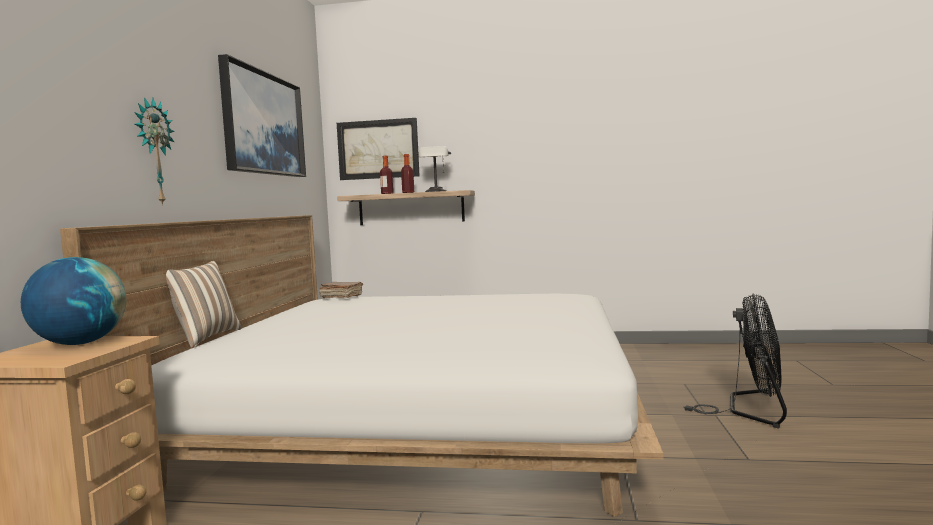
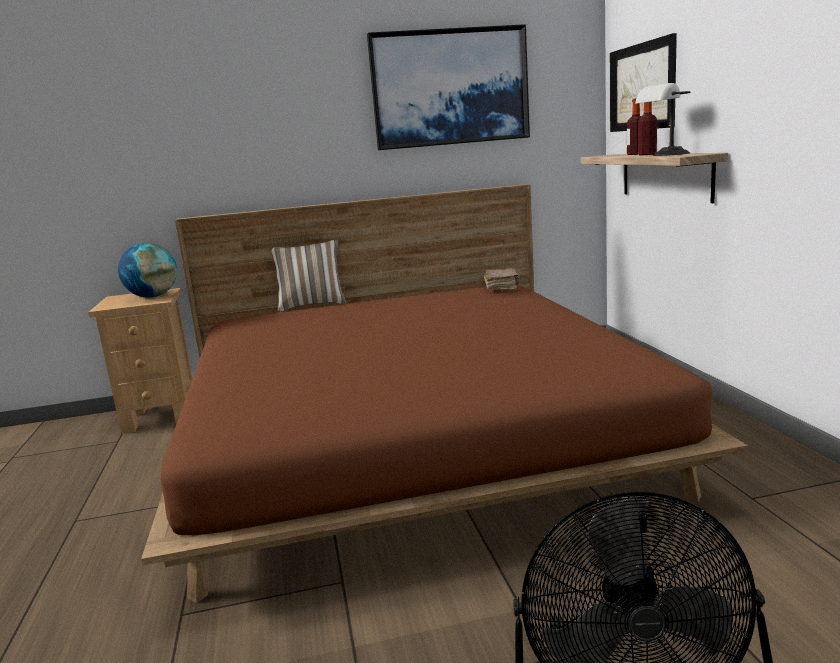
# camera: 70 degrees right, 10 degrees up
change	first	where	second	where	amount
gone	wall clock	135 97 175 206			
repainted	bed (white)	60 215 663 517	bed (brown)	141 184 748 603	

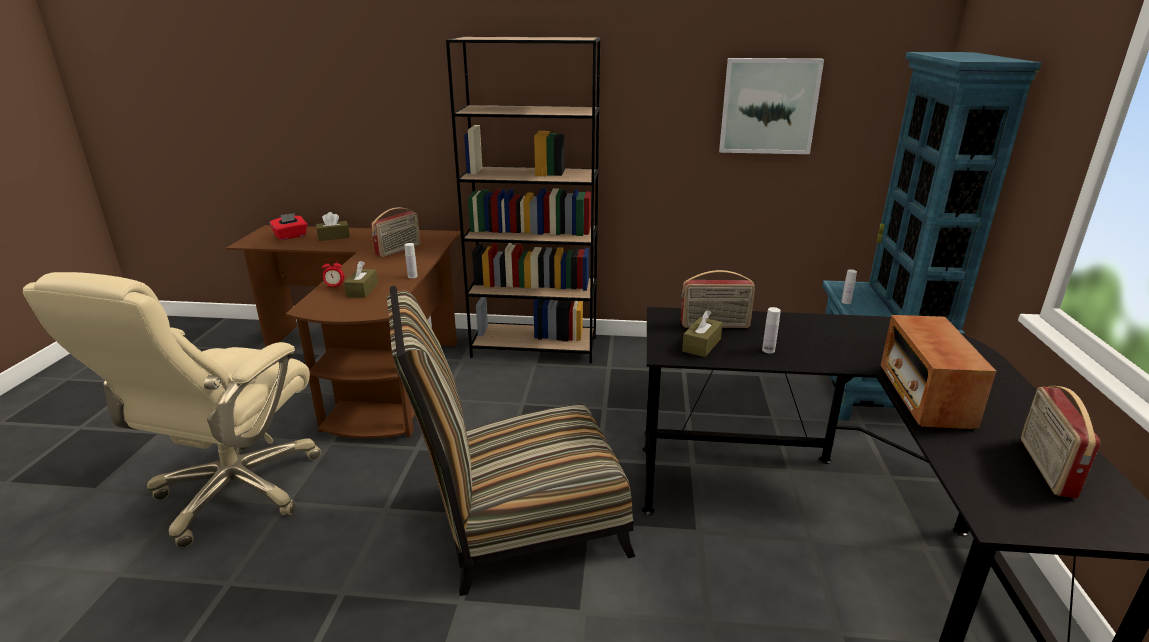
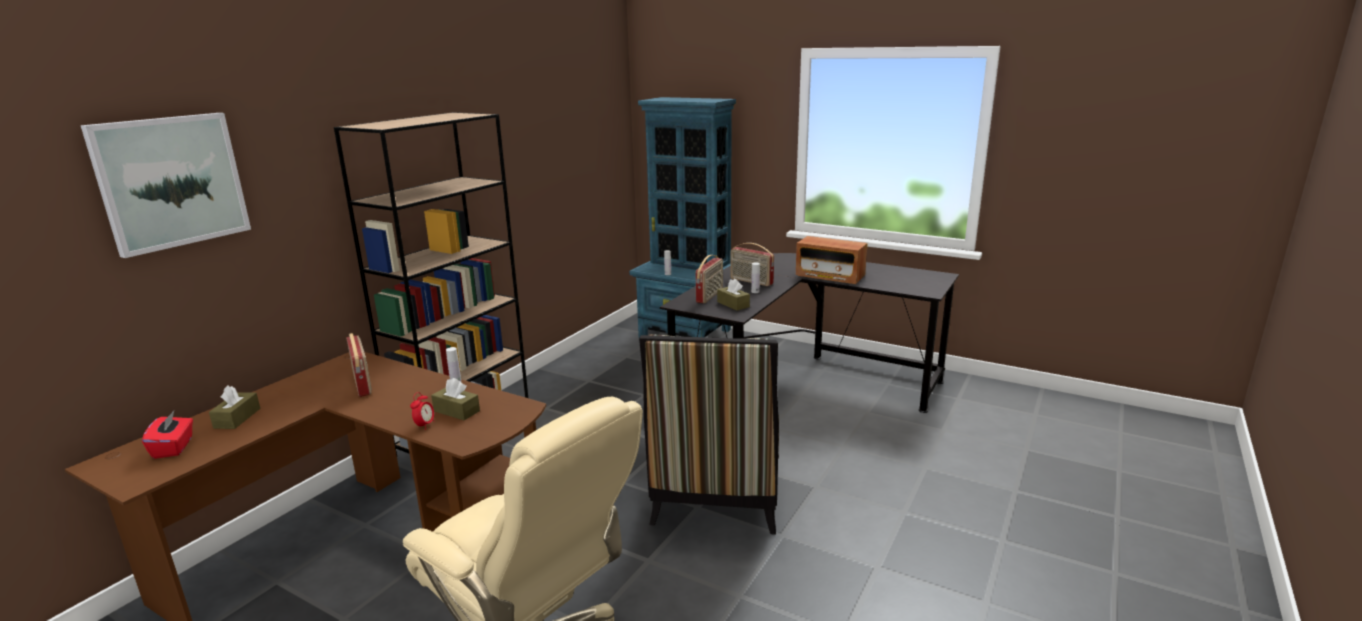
# camera: 65 degrees left, 5 degrees down
change	first	where	second	where	amount
shifted	picture	719 58 824 154		80 113 251 258	
shifted	radio	1021 386 1100 498		731 243 774 286	

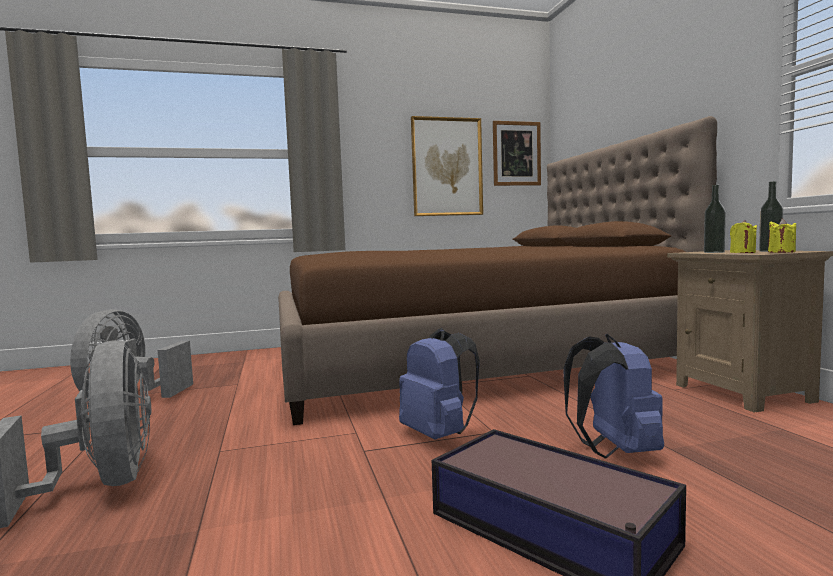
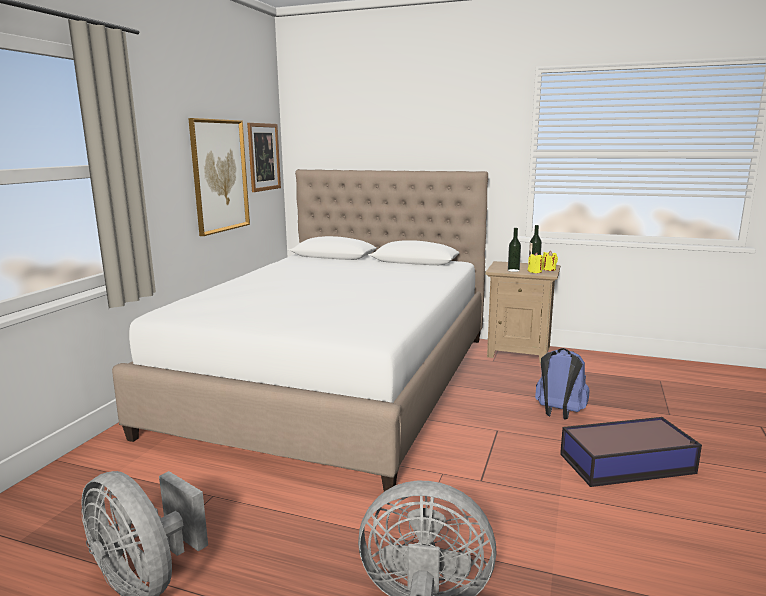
# camera: 55 degrees left, 10 degrees up
change	first	where	second	where	amount
gone	backpack (blue)	399 328 480 440			
repainted	bed (brown)	278 116 717 425	bed (white)	112 169 488 492	

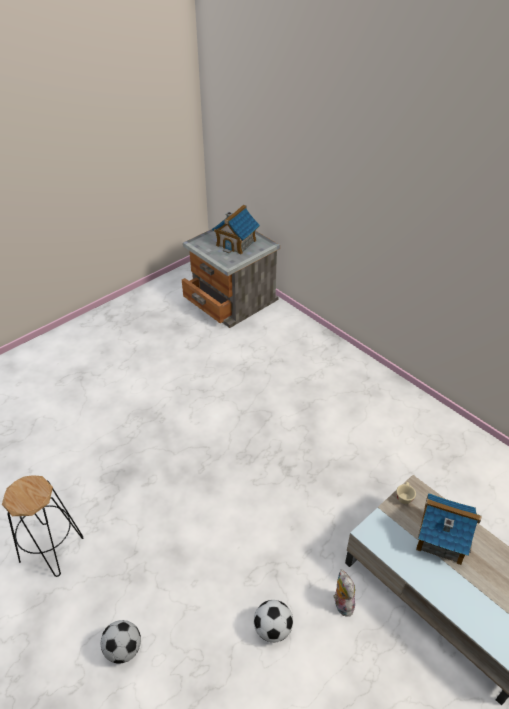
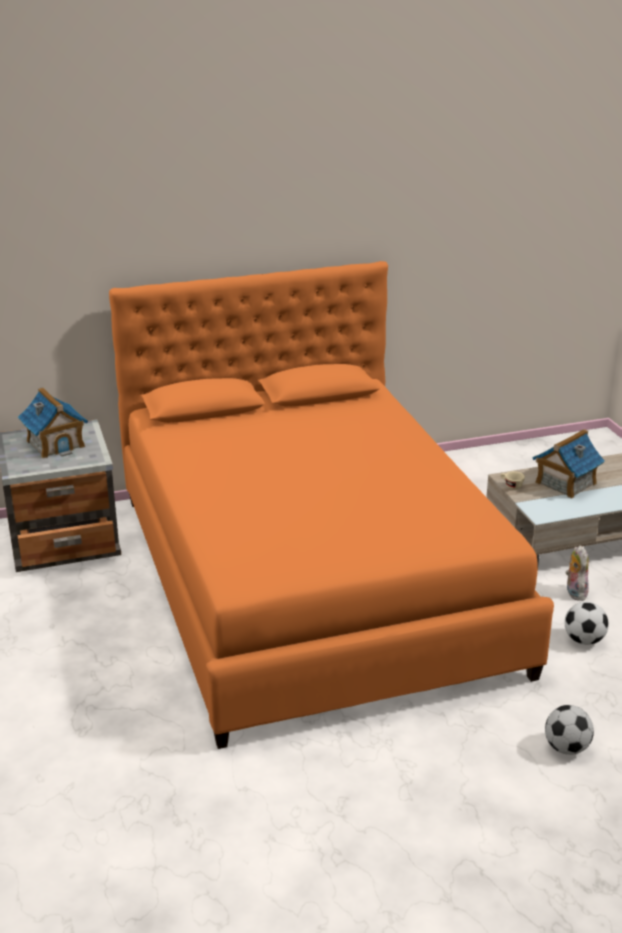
# camera: 65 degrees left, 15 degrees down
change	first	where	second	where	amount
gone	stool (black)	2 475 83 577			
new			bed (orange)	109 261 554 749	
rotated	plush toy	333 569 355 617		565 545 589 601	75 degrees clockwise

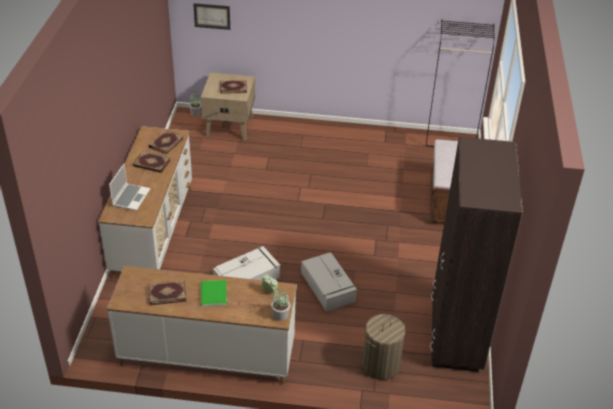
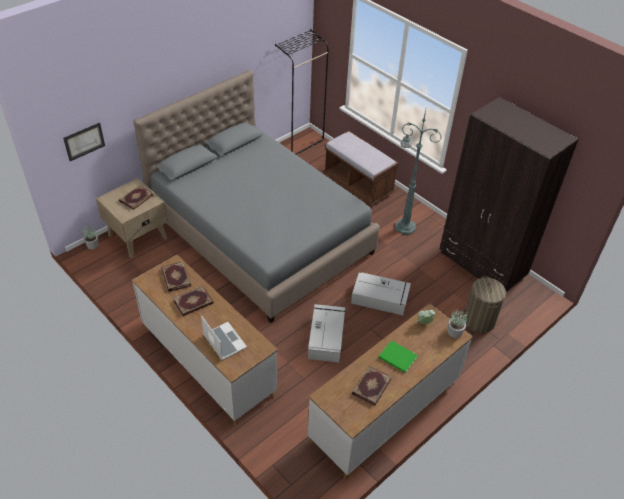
# camera: 50 degrees left, 5 degrees up
change	first	where	second	where	amount
new			bed (grey)	133 70 380 323	
new			floor lamp (green)	395 110 442 234	

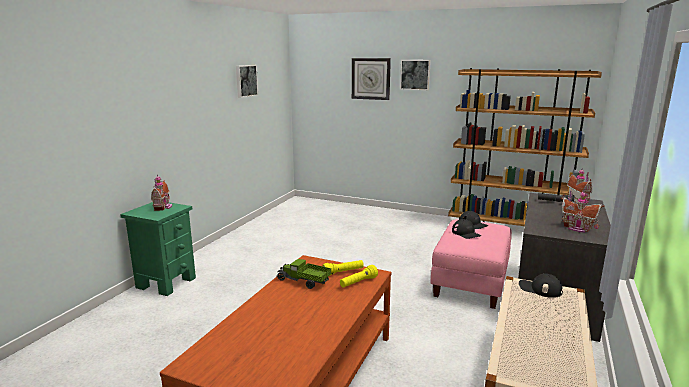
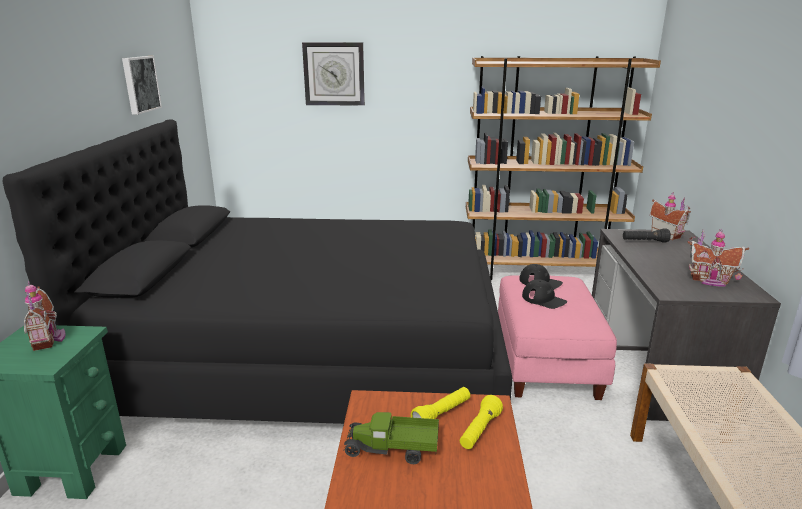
# camera: 20 degrees left, 5 degrees up
change	first	where	second	where	amount
gone	picture	400 60 431 90			
gone	cap (black)	519 273 563 298			
new			bed (black)	3 119 512 424	

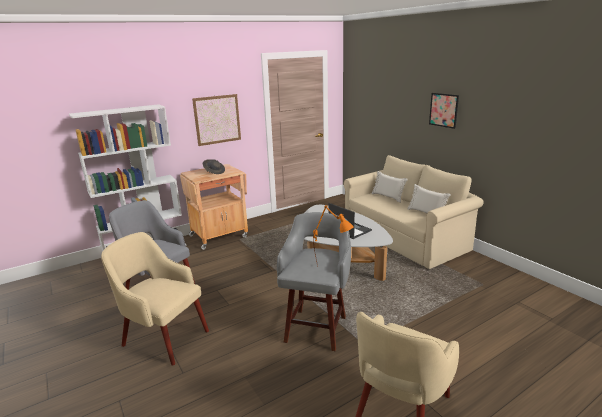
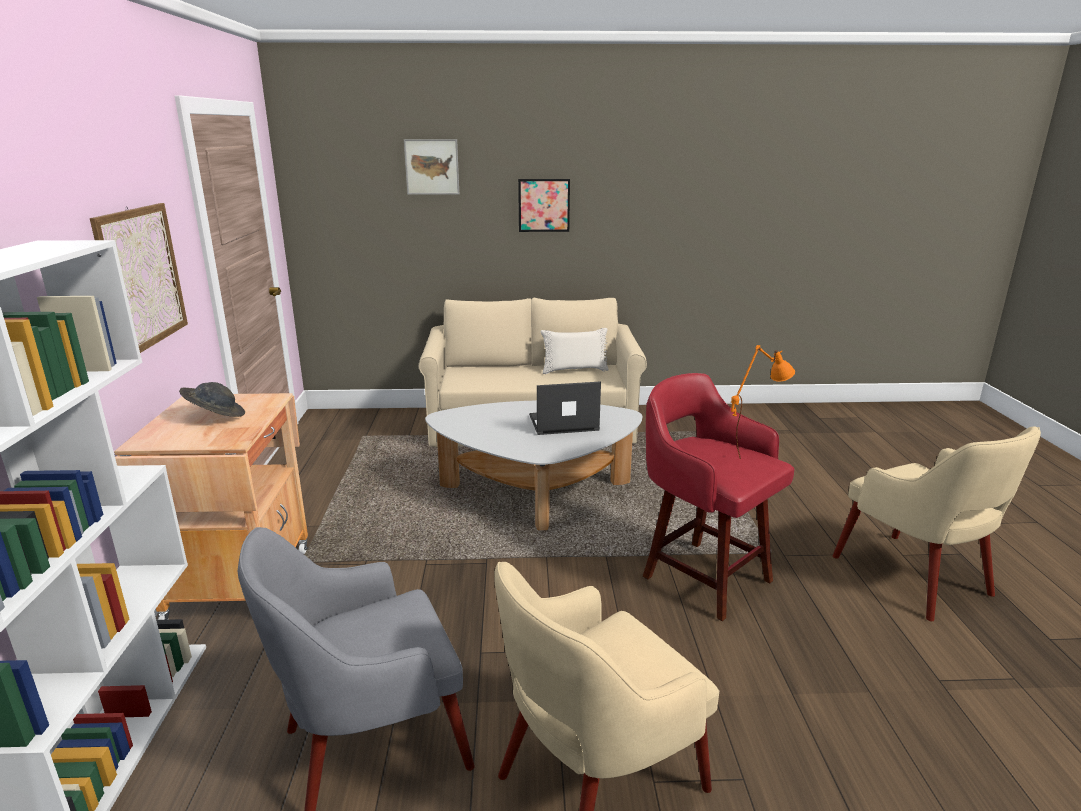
# camera: 60 degrees left, 0 degrees up
change	first	where	second	where	amount
gone	pillow (white)	371 171 408 203			
new			picture	404 139 459 195	
repainted	stool (grey)	277 212 351 351	stool (red)	643 373 794 621	

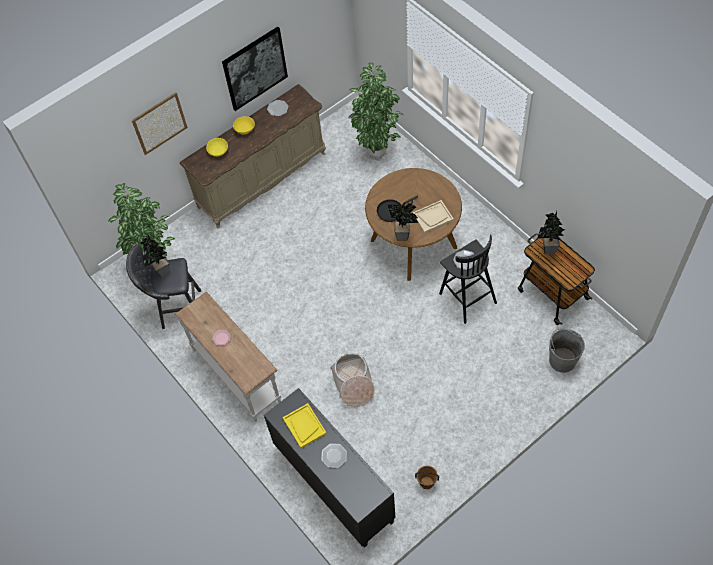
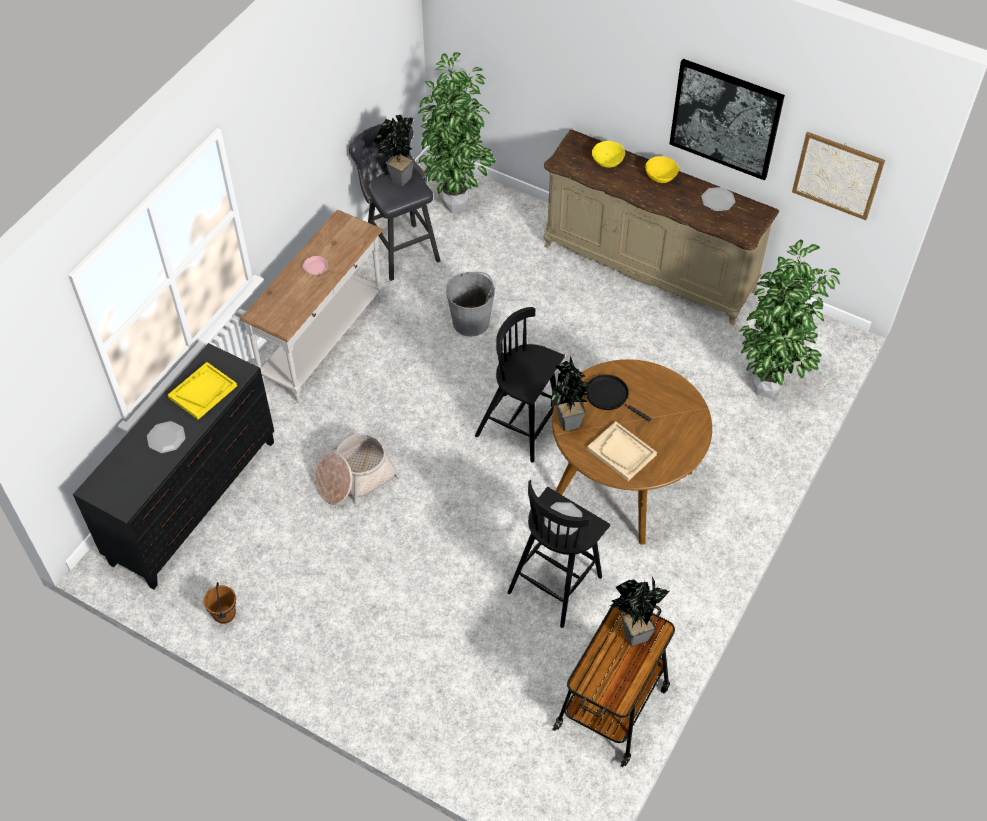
# camera: 65 degrees right, 5 degrees down
change	first	where	second	where	amount
new			stool (black)	475 307 565 462	
shifted	picture	131 92 188 155		792 132 885 220	
shifted	bucket (grey)	549 329 585 373		446 272 495 337	

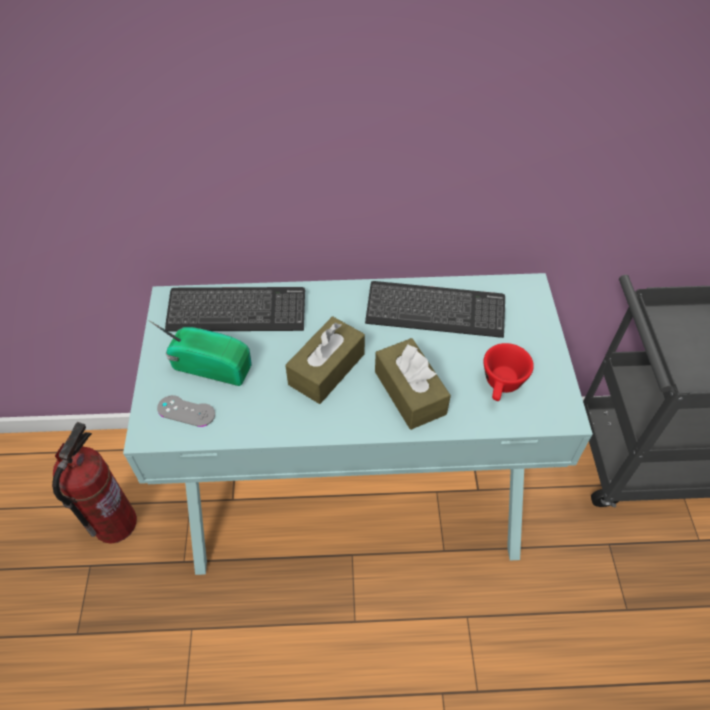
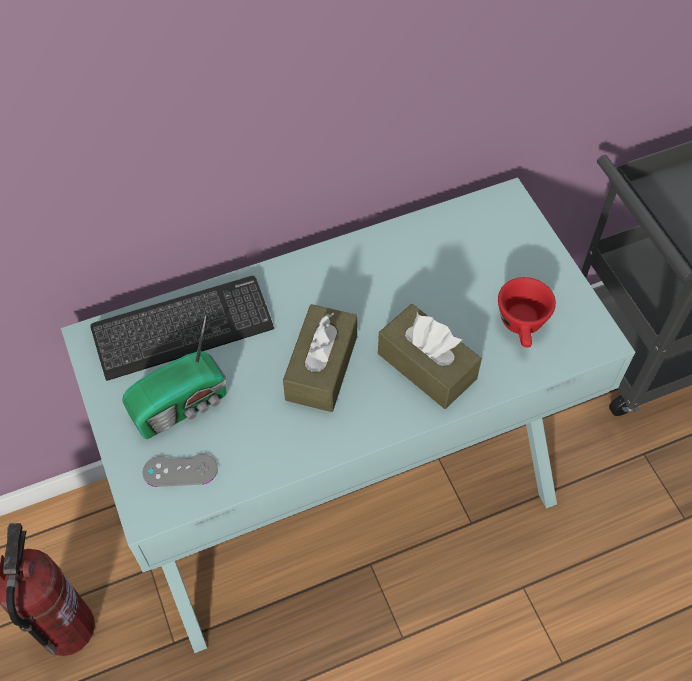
# camera: 20 degrees left, 5 degrees up
change	first	where	second	where	amount
gone	keyboard	365 281 505 338			
rotated	radio	148 320 252 386		122 315 227 439	150 degrees clockwise

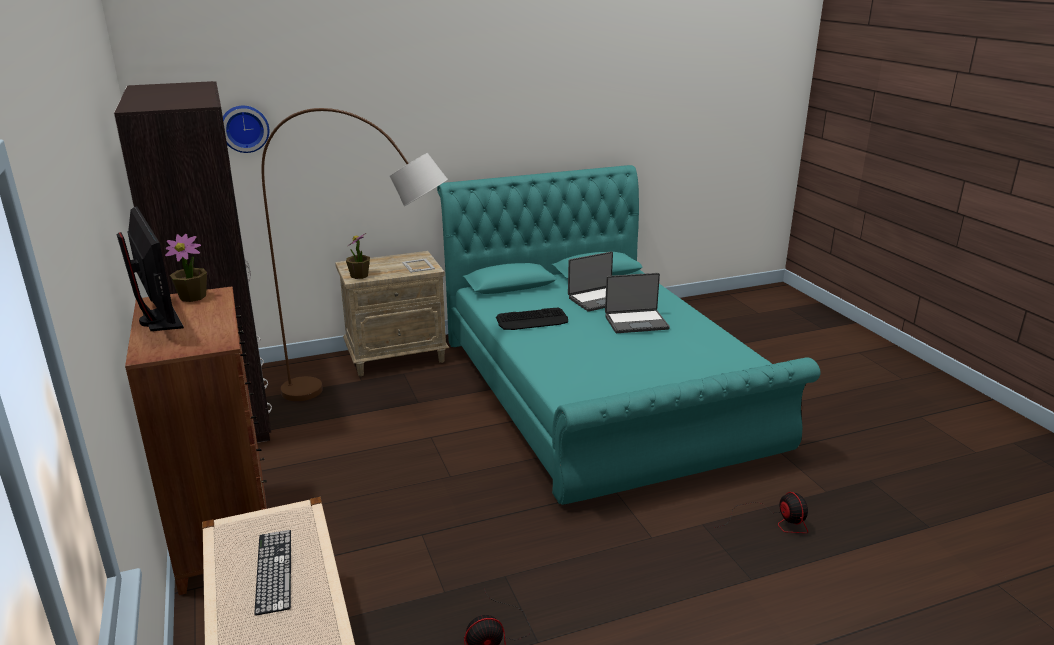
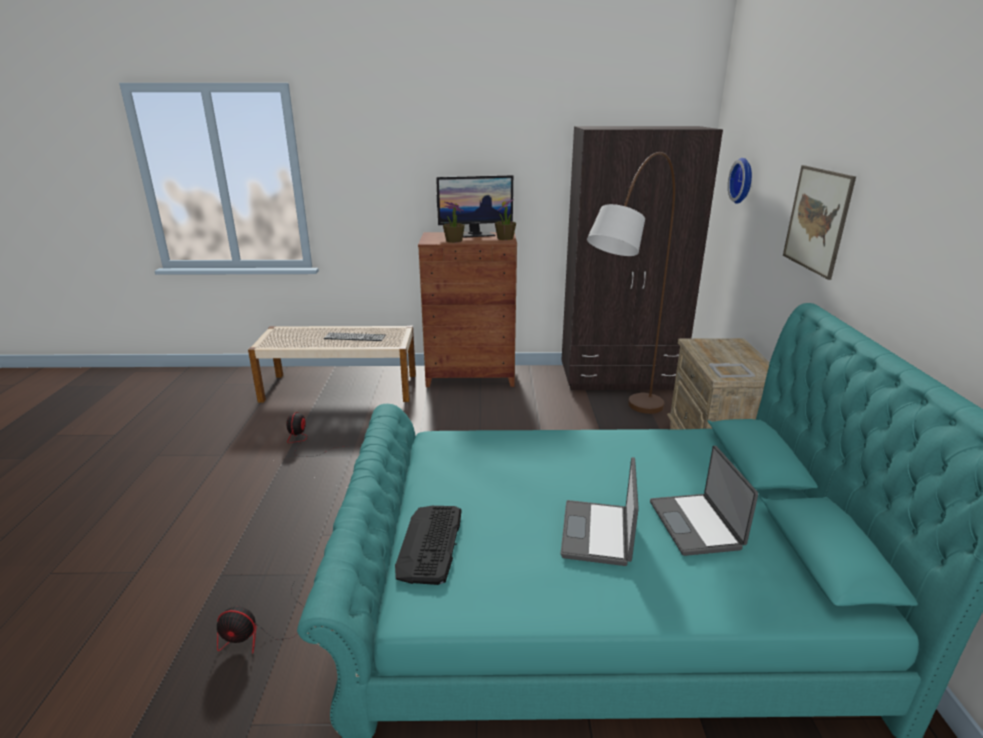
# camera: 110 degrees right, 0 degrees up
change	first	where	second	where	amount
new			picture	783 165 856 280	
shifted	potted plant	346 233 370 279		443 202 465 243	
shifted	keyboard	496 308 568 330		395 506 462 585	

